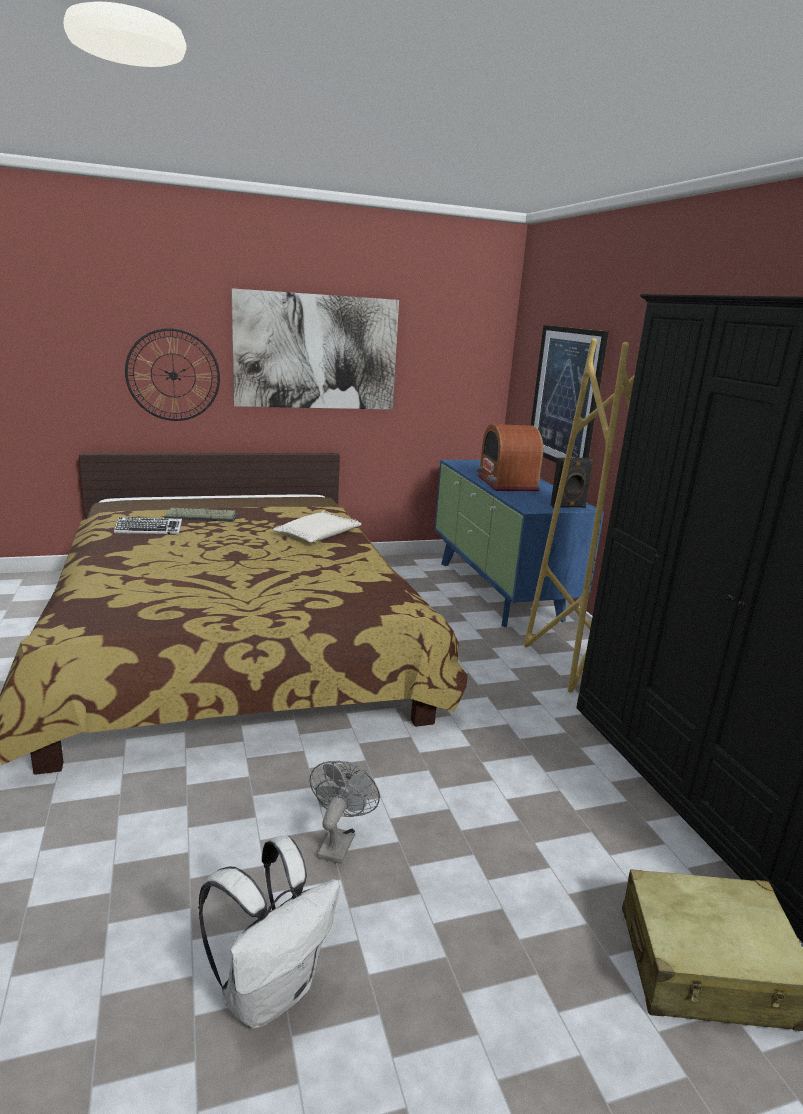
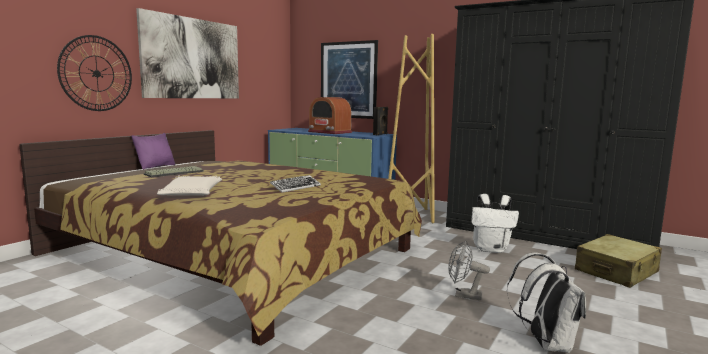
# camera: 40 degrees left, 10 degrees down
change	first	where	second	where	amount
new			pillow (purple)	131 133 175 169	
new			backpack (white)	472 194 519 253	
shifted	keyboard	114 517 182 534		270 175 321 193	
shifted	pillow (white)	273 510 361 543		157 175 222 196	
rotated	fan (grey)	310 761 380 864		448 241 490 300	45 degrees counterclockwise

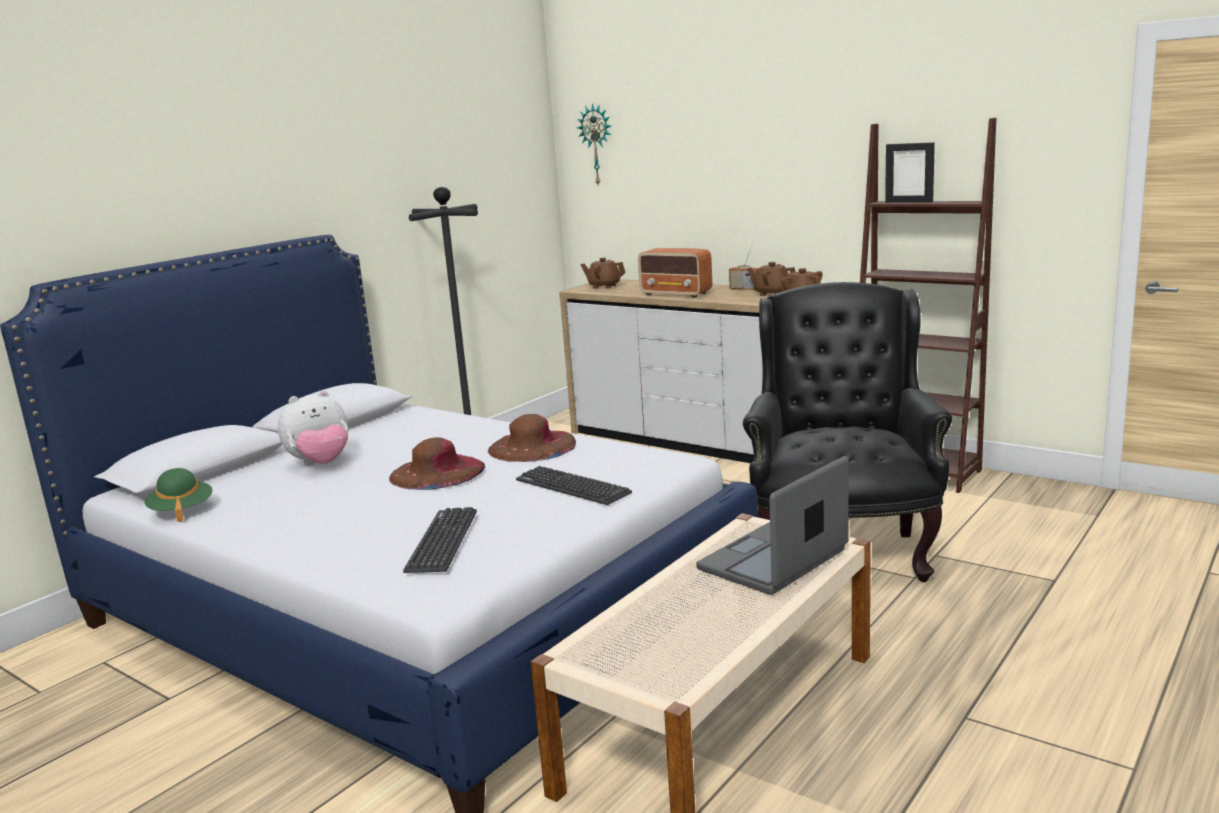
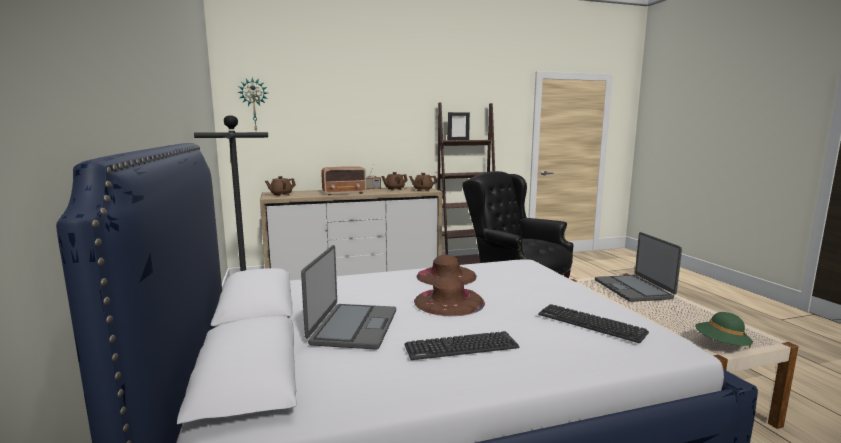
# camera: 55 degrees left, 5 degrees down
change	first	where	second	where	amount
shifted	hat (green)	145 468 212 522		695 312 753 348	
shifted	keyboard	516 466 632 505		405 331 519 360	
swapped	plush toy	278 390 348 465	laptop	301 245 396 350	

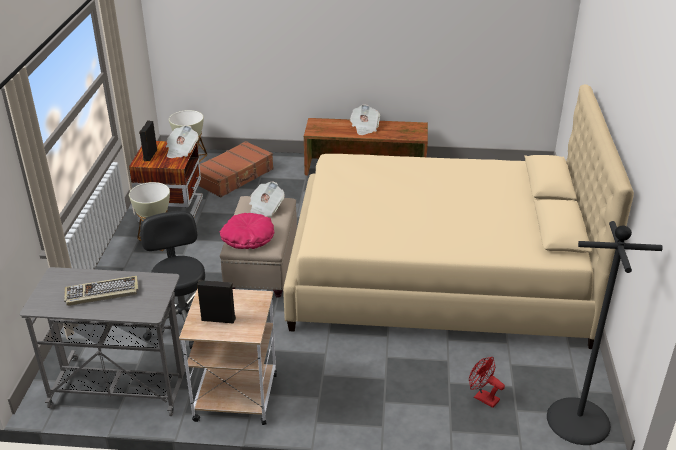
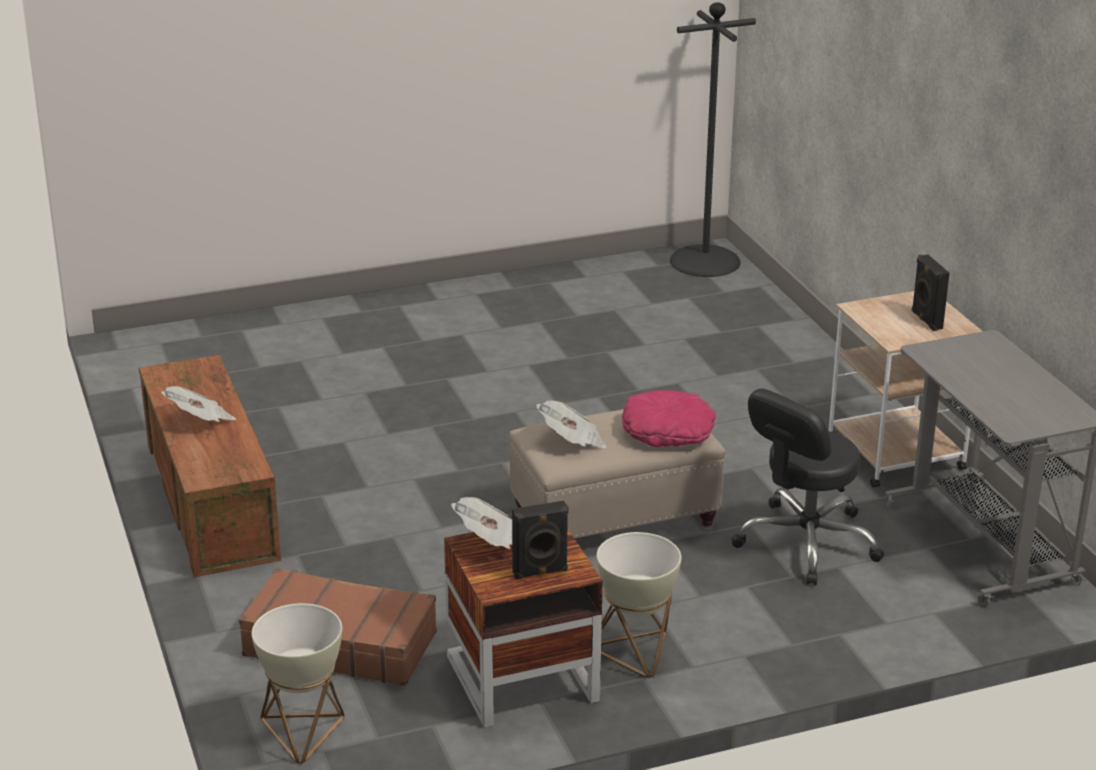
# camera: 115 degrees left, 5 degrees down
change	first	where	second	where	amount
gone	keyboard	64 276 139 306			
gone	bed (beige)	283 84 634 349			
gone	fan (red)	469 357 505 408			

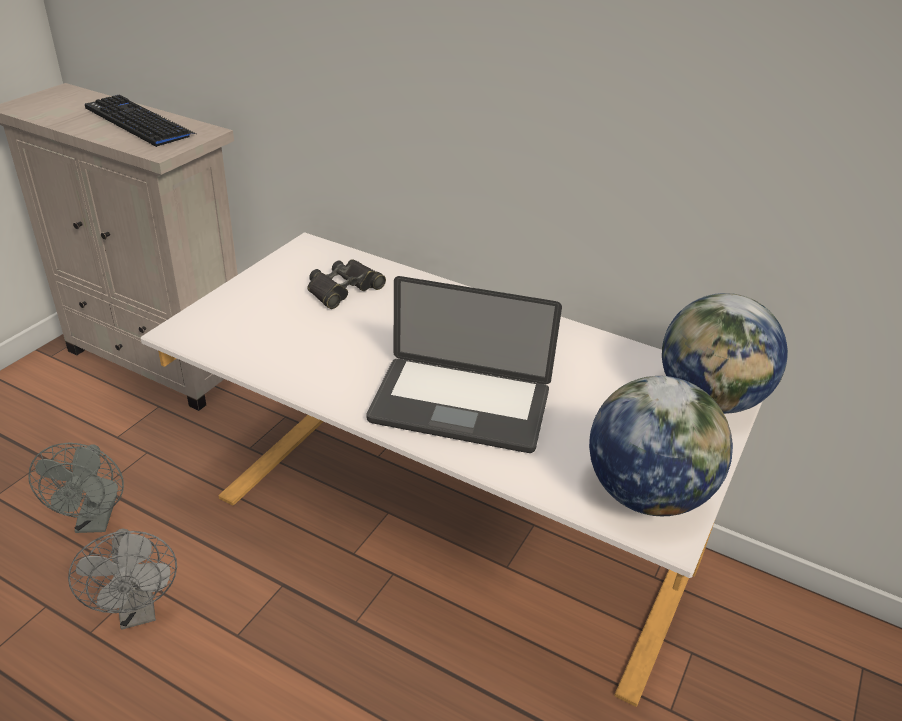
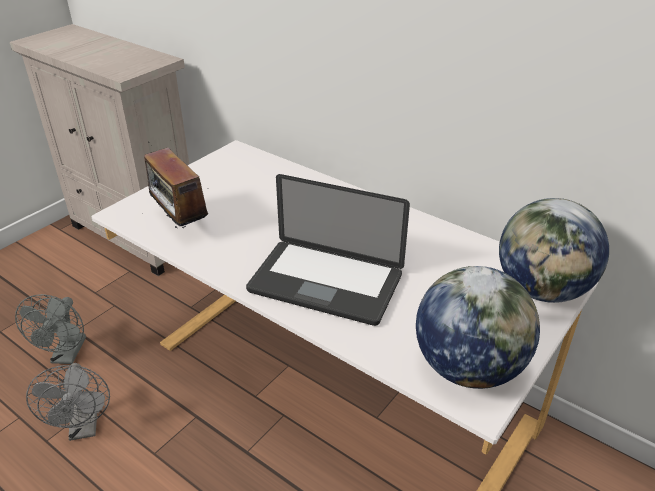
# camera: 10 degrees right, 0 degrees up
change	first	where	second	where	amount
gone	keyboard	85 95 196 147			
gone	binoculars (black)	307 259 386 309			
new			radio	144 147 209 228	

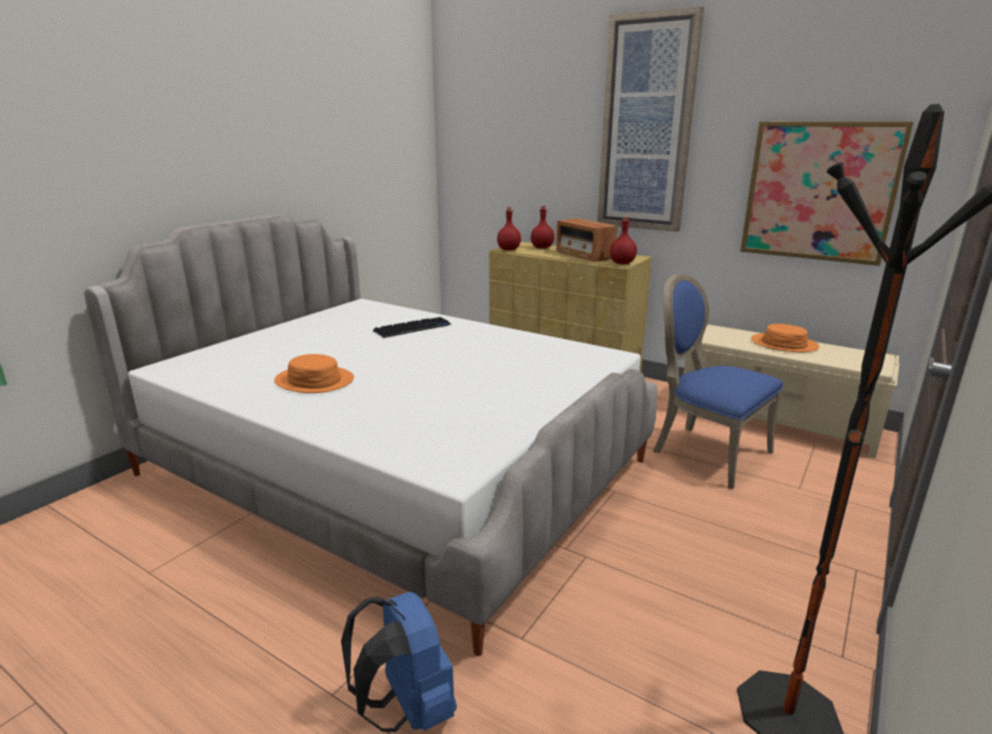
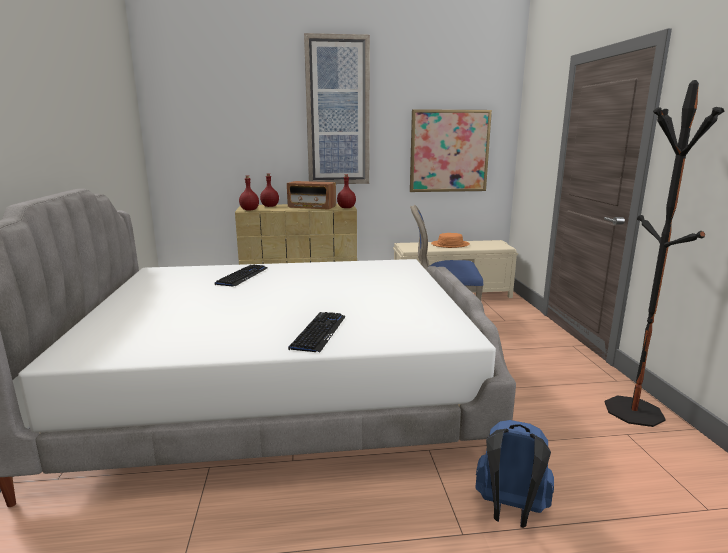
# camera: 40 degrees left, 5 degrees down
change	first	where	second	where	amount
gone	hat (orange)	274 354 354 393			
new			keyboard	288 312 346 352	

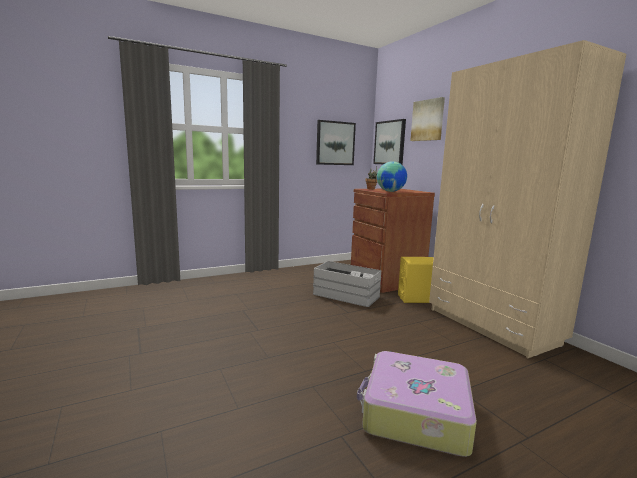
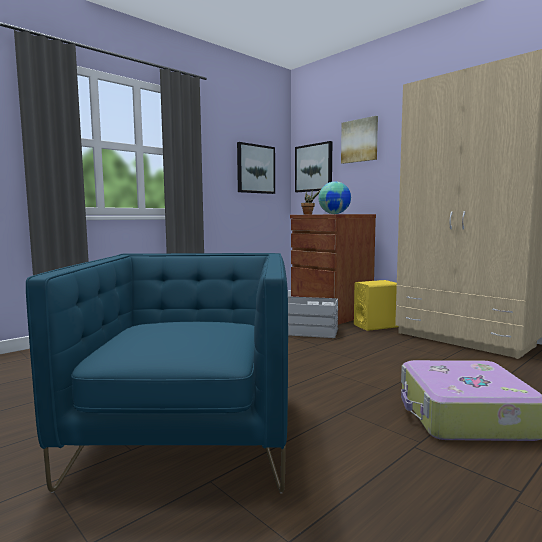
# camera: 15 degrees left, 5 degrees down
change	first	where	second	where	amount
new			armchair (blue)	26 253 288 494	

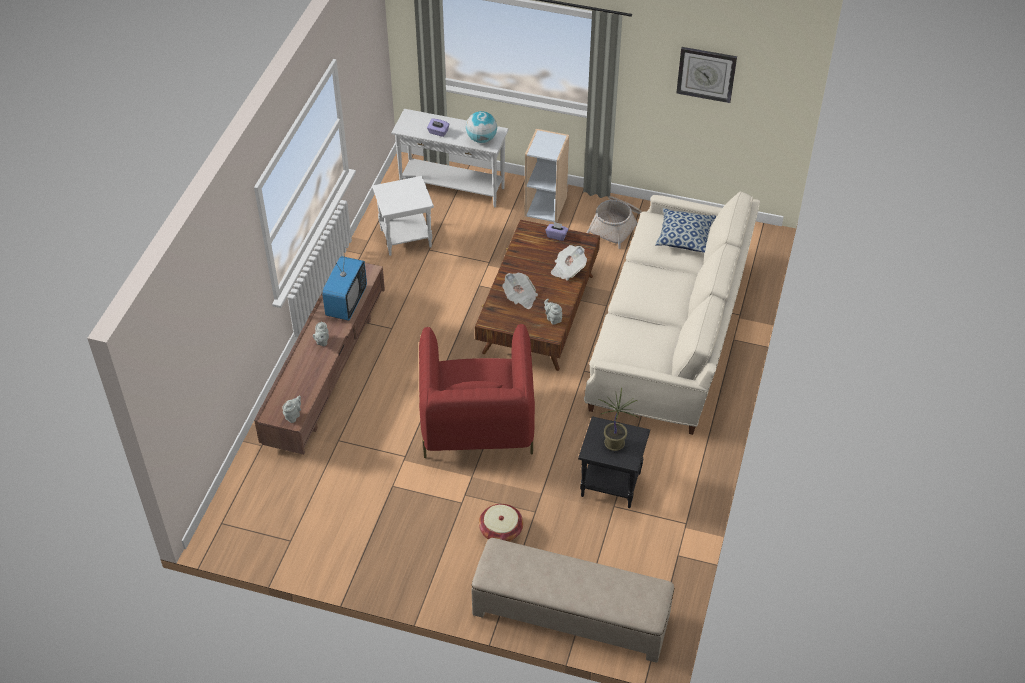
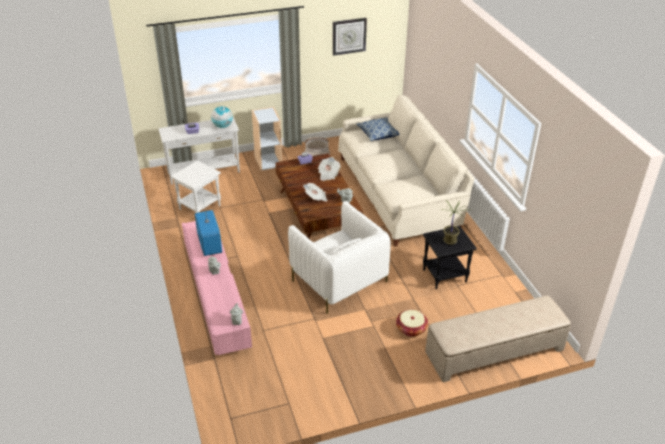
# camera: 35 degrees left, 10 degrees down
change	first	where	second	where	amount
repainted	tv stand (brown)	254 263 385 455	tv stand (pink)	182 221 252 355	
repainted	armchair (red)	419 323 535 458	armchair (white)	288 201 391 314	

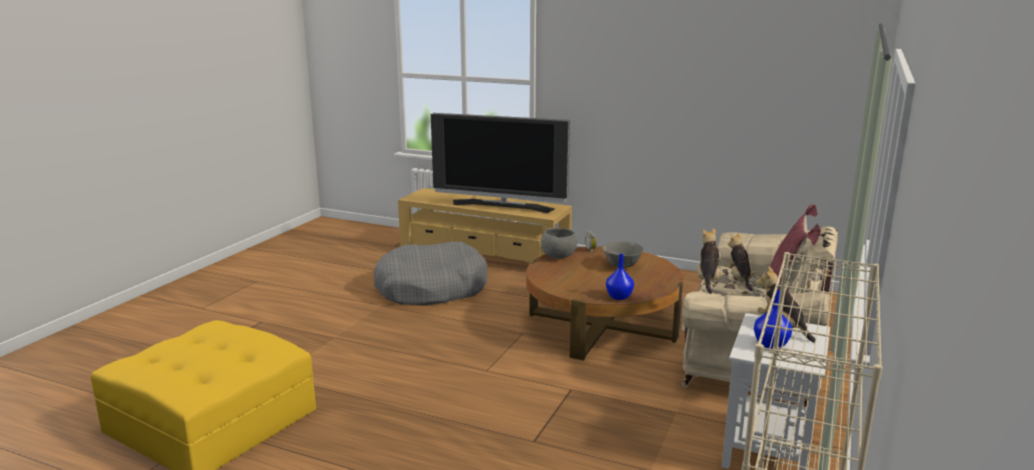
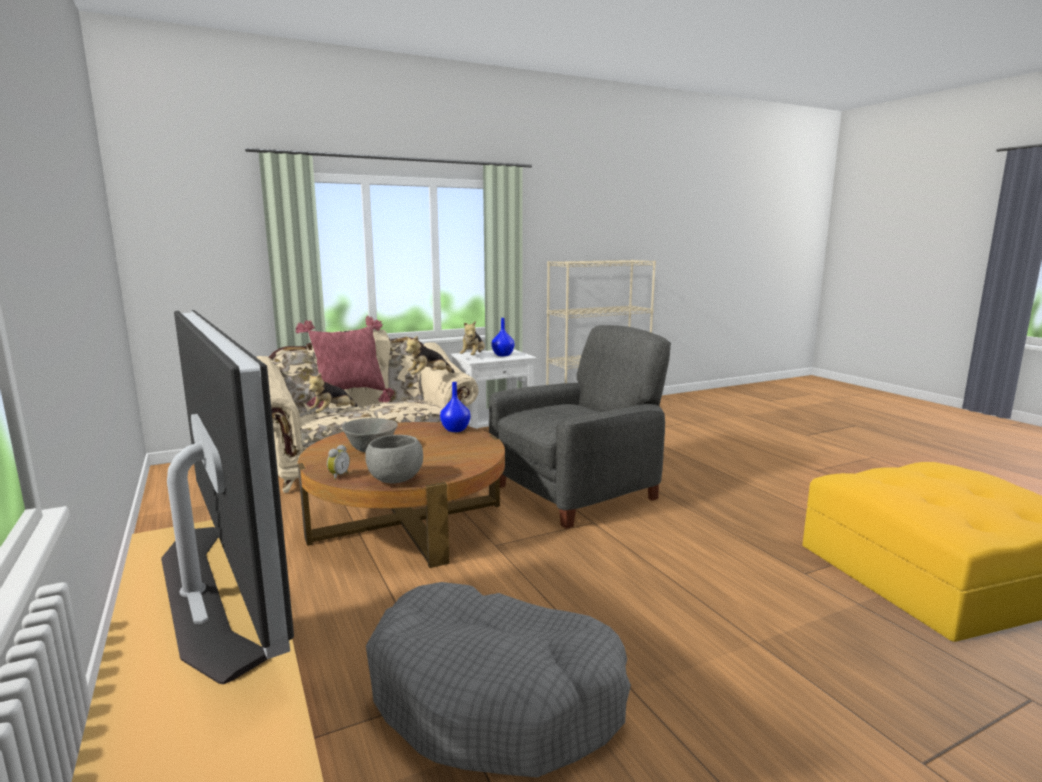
# camera: 140 degrees left, 5 degrees down
change	first	where	second	where	amount
new			armchair (grey)	489 325 671 529	

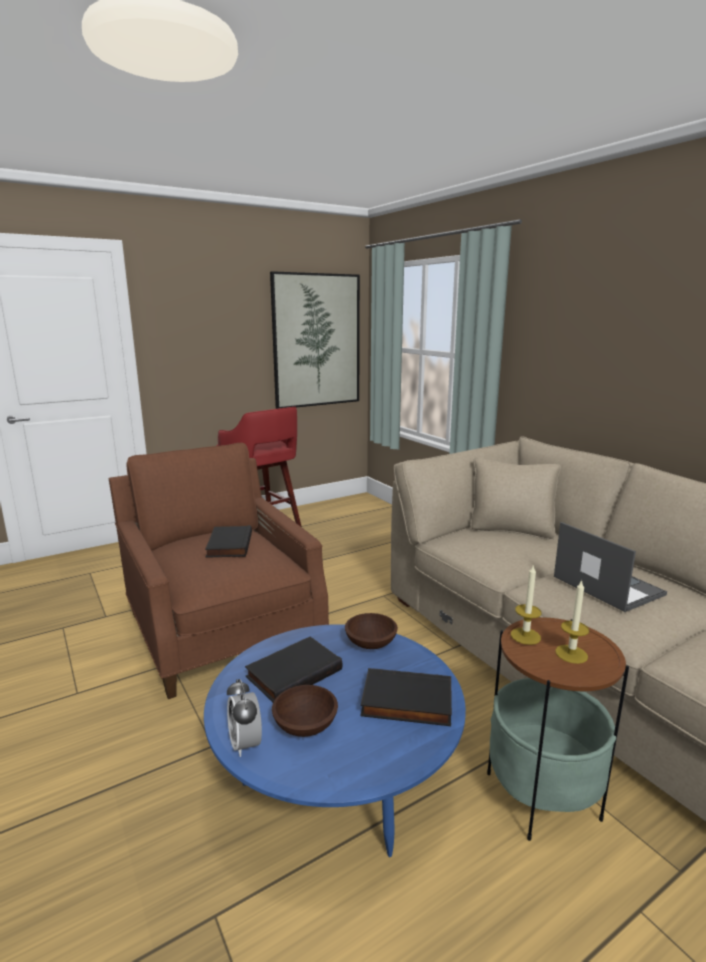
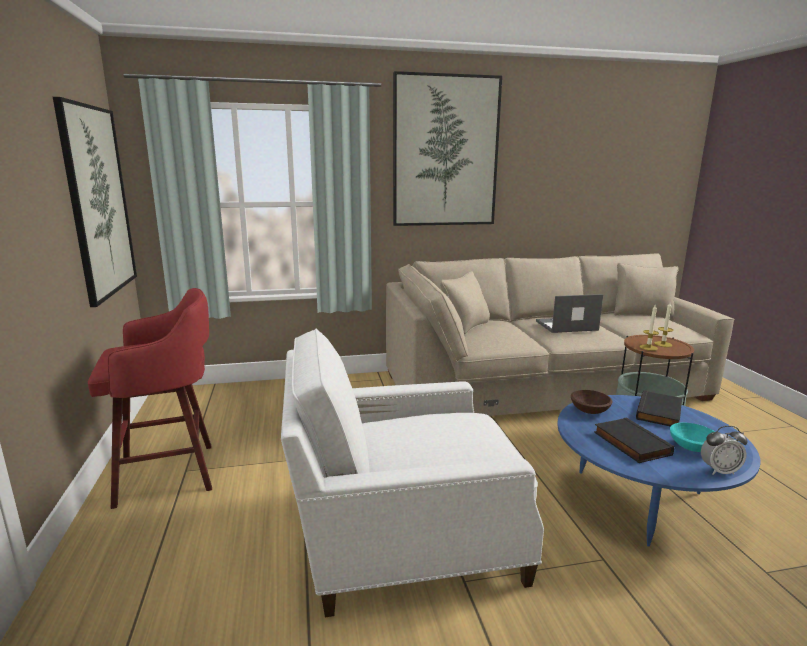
# camera: 70 degrees left, 0 degrees up
change	first	where	second	where	amount
gone	book (black)	205 525 252 558			
new			picture	393 71 502 226	
repainted	armchair (brown)	109 443 329 699	armchair (white)	281 329 544 617	
repainted	bowl (brown)	272 685 338 737	bowl (turquoise)	670 423 715 452	

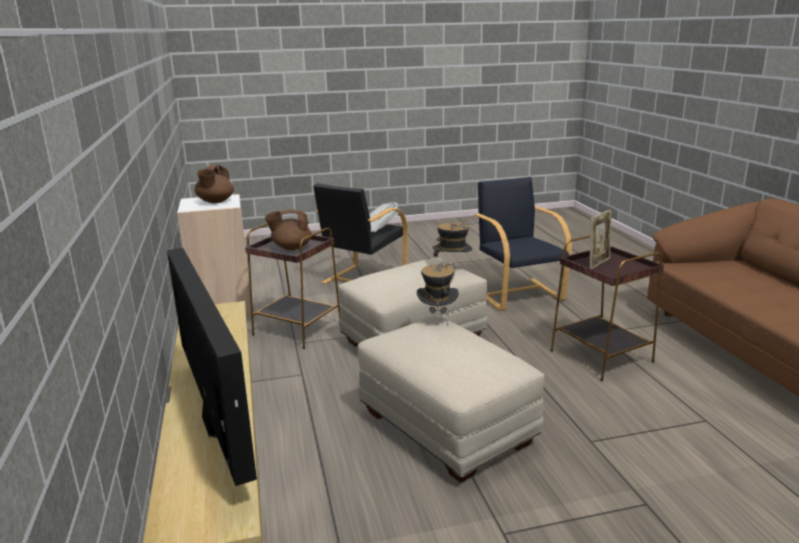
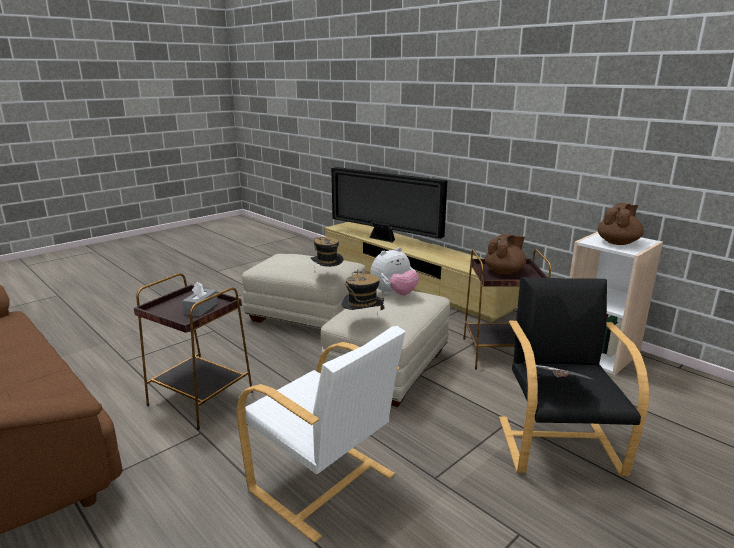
# camera: 150 degrees right, 0 degrees up
change	first	where	second	where	amount
new			plush toy	370 247 419 296	
swapped	picture frame	590 210 611 269	tissue box (grey)	182 282 218 316	
repainted	armchair (black)	474 177 572 311	armchair (white)	236 326 405 543	
rotated	teapot (brown)	194 165 234 203		598 203 644 245	60 degrees clockwise

